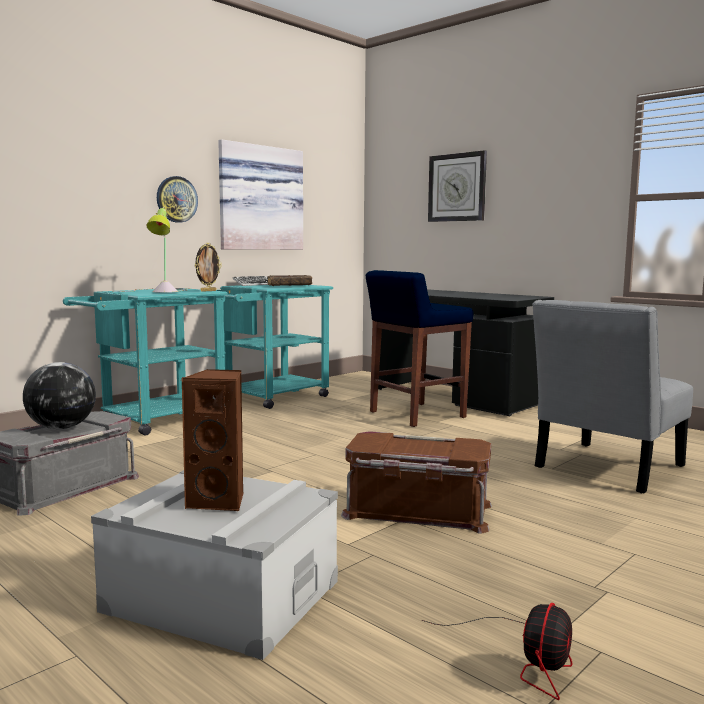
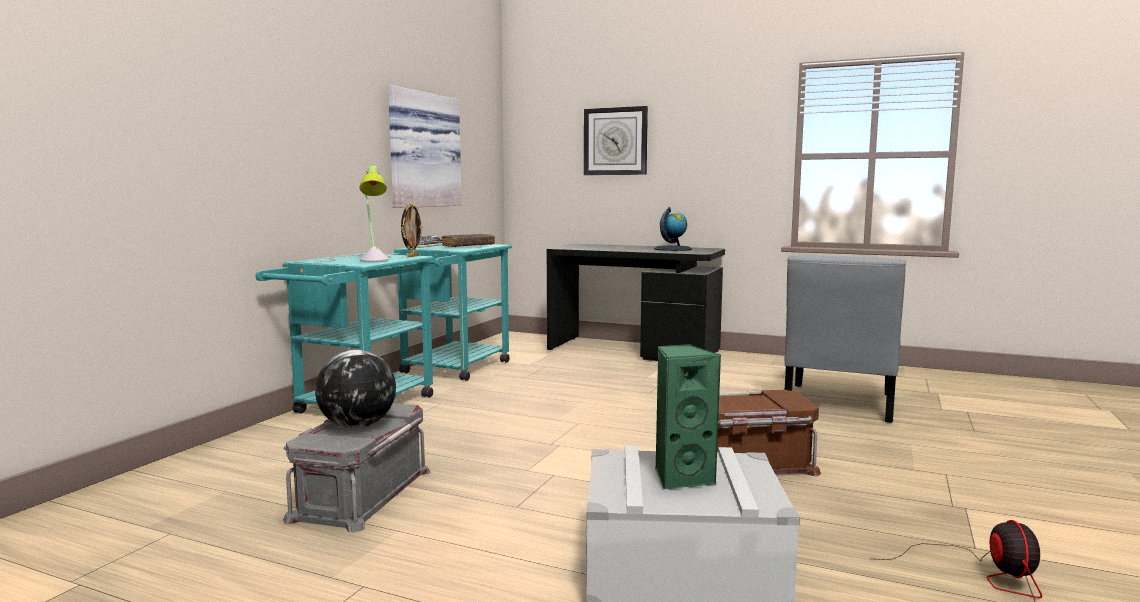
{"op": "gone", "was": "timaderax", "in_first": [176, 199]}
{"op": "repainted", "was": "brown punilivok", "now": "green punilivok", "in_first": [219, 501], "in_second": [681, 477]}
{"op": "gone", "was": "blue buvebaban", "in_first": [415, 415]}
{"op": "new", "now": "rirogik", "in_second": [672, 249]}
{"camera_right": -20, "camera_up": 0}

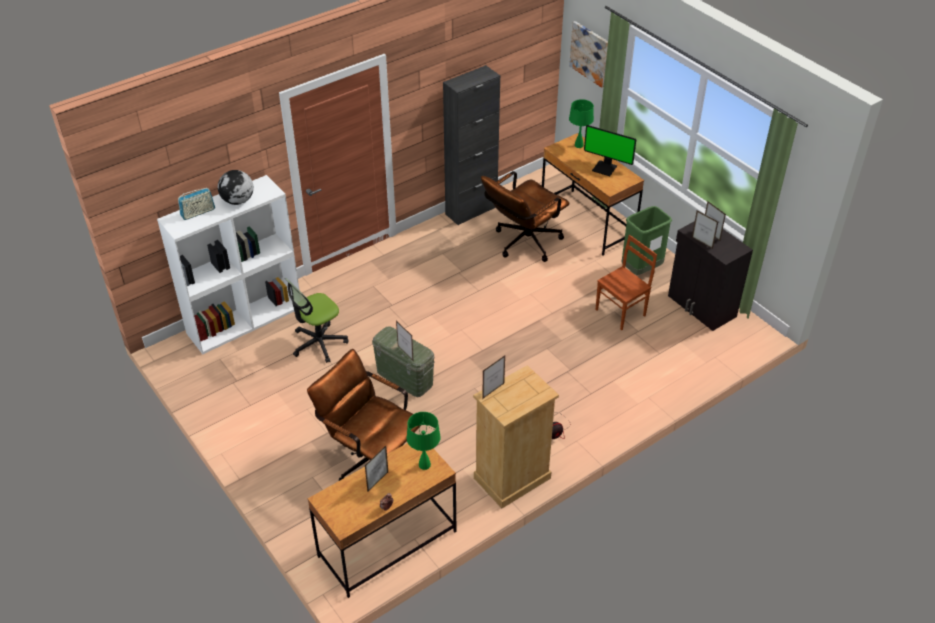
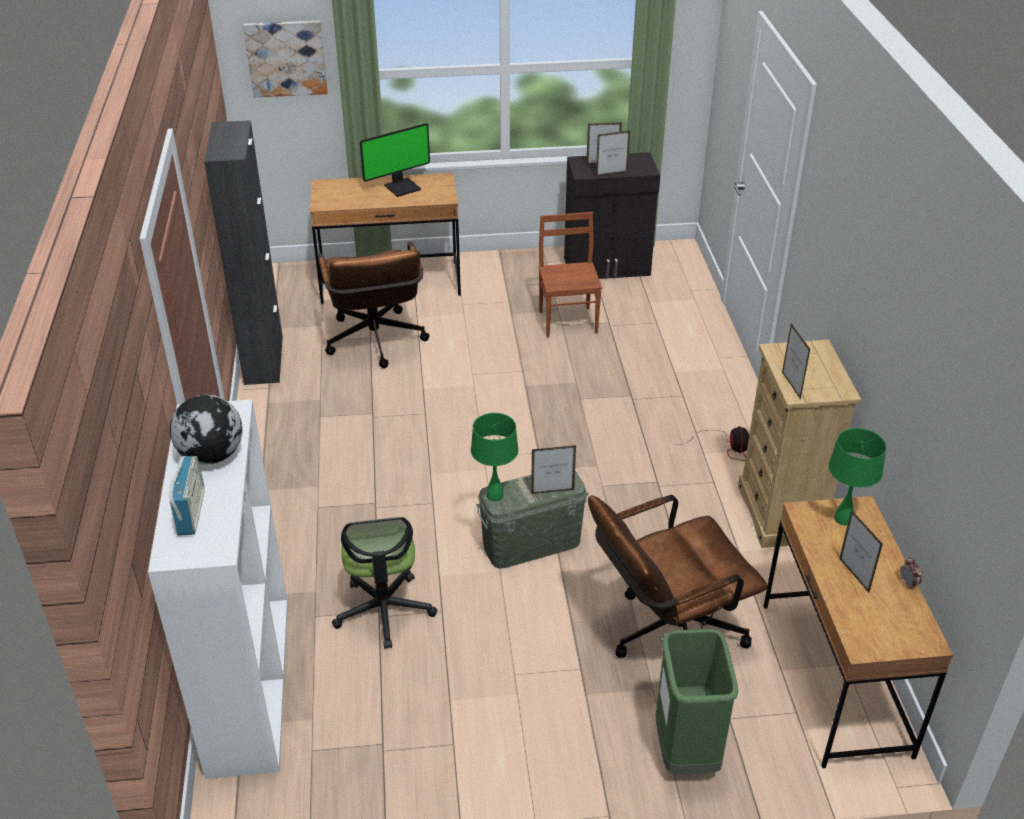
{"op": "shifted", "was": "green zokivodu", "in_first": [579, 145], "in_second": [495, 495]}
{"op": "shifted", "was": "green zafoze", "in_first": [641, 269], "in_second": [685, 752]}
{"camera_right": -60, "camera_up": -5}

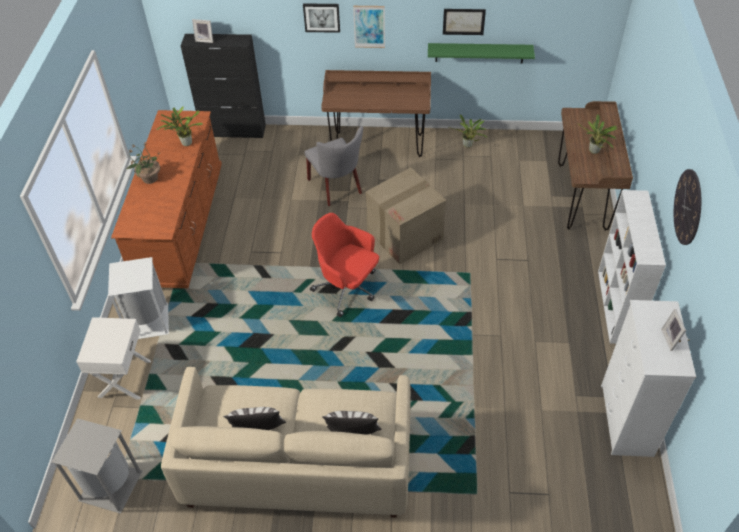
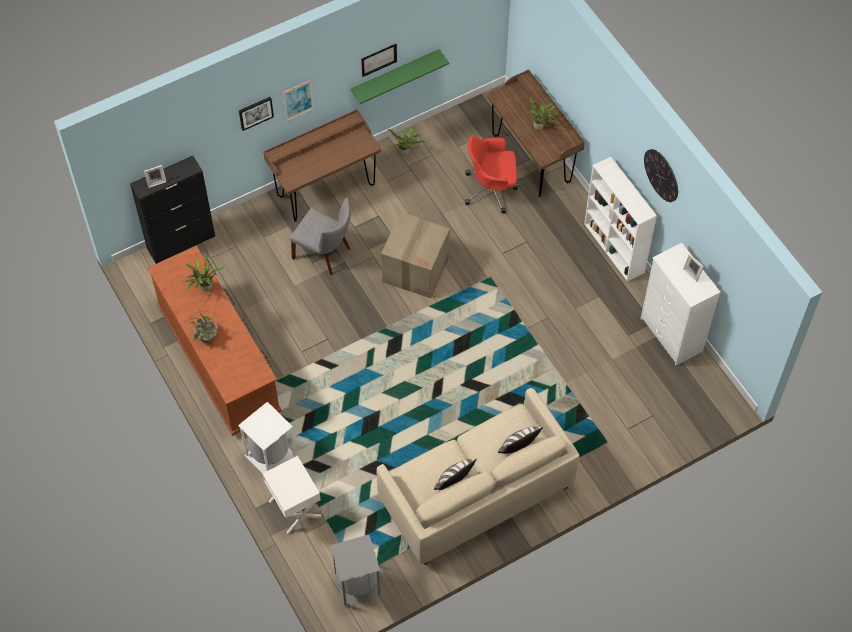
{"op": "shifted", "was": "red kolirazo", "in_first": [347, 289], "in_second": [491, 189]}
{"camera_right": -35, "camera_up": 10}

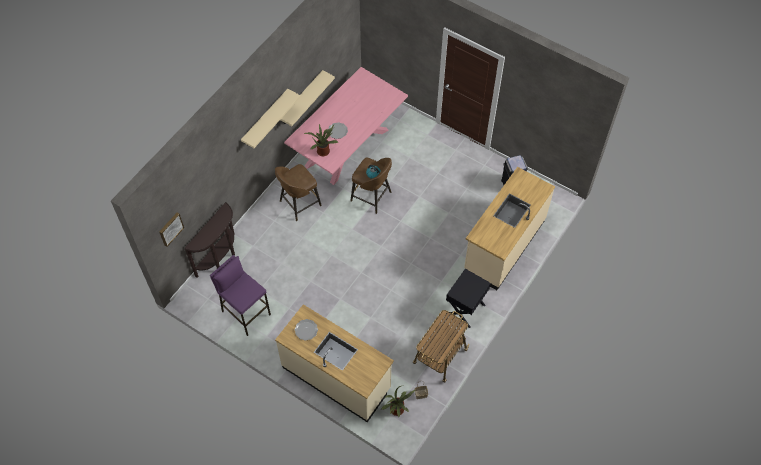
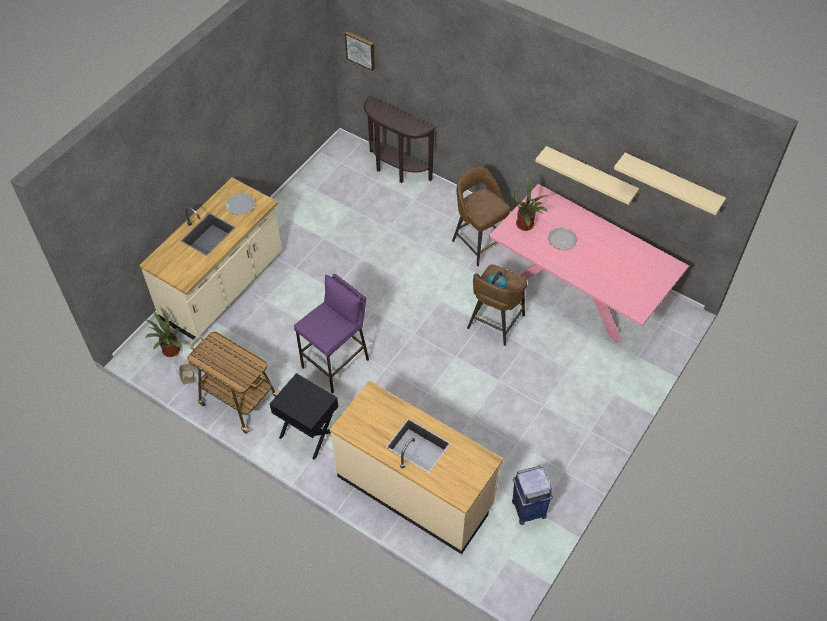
{"op": "shifted", "was": "purple buvebaban", "in_first": [246, 313], "in_second": [336, 364]}
{"op": "shifted", "was": "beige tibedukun", "in_first": [265, 118], "in_second": [672, 183]}
{"camera_right": 90, "camera_up": -5}

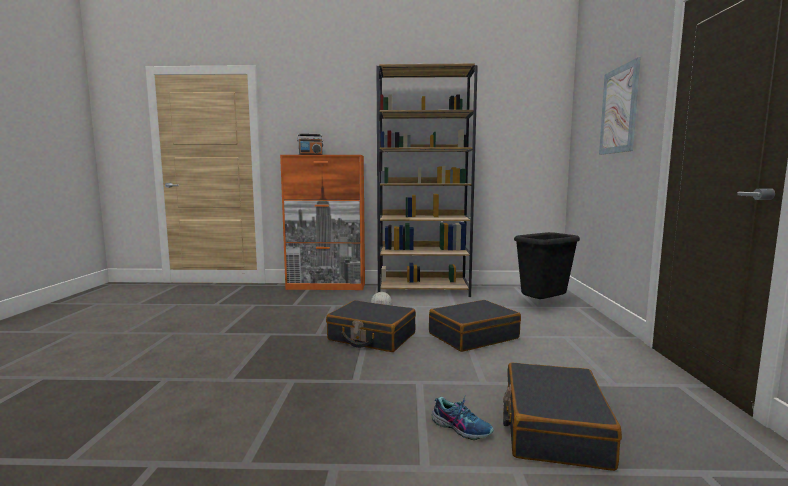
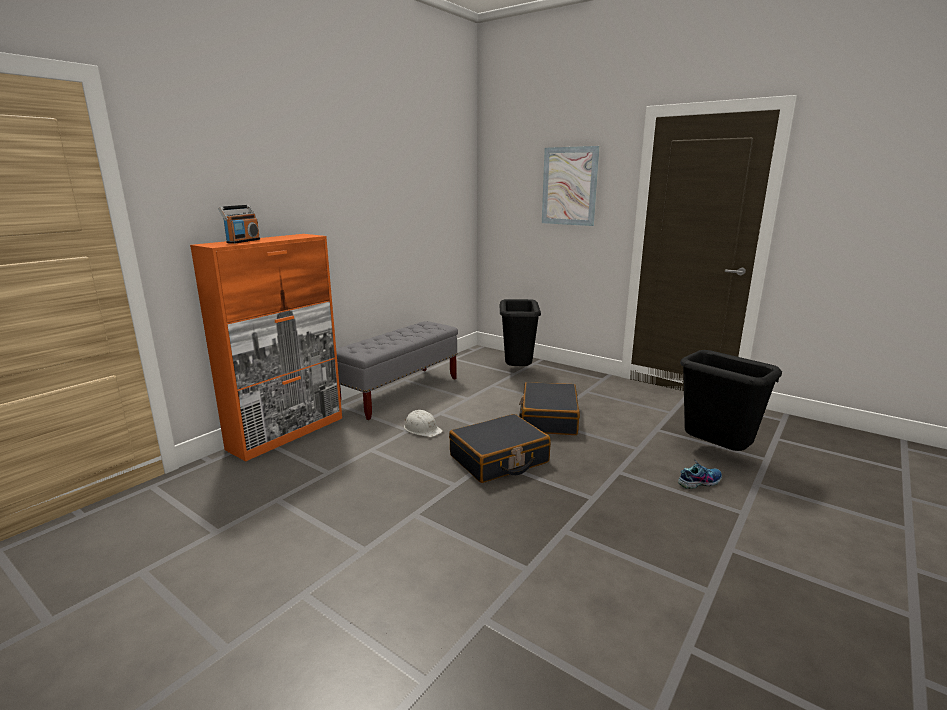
{"op": "swapped", "was": "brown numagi", "now": "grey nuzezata", "in_first": [423, 290], "in_second": [399, 392]}
{"op": "swapped", "was": "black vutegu", "now": "black zafoze", "in_first": [553, 428], "in_second": [716, 453]}
{"camera_right": -55, "camera_up": 10}

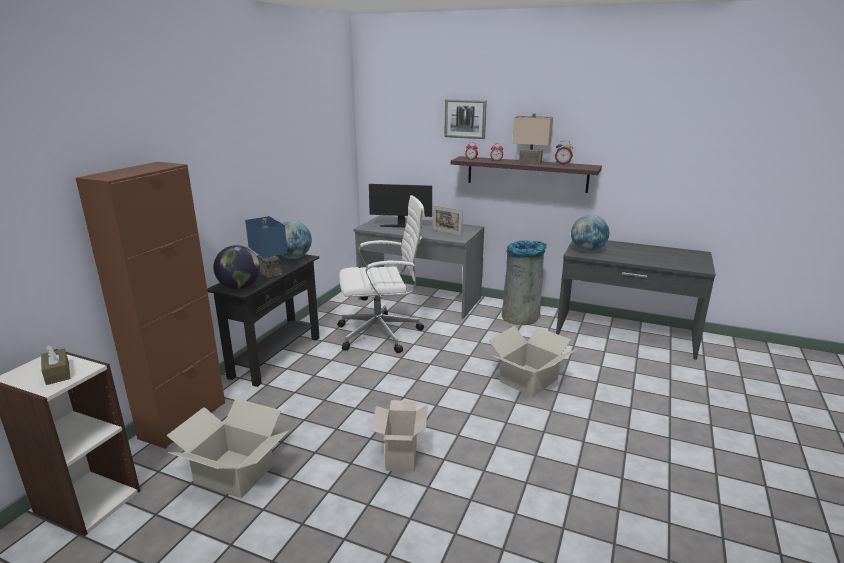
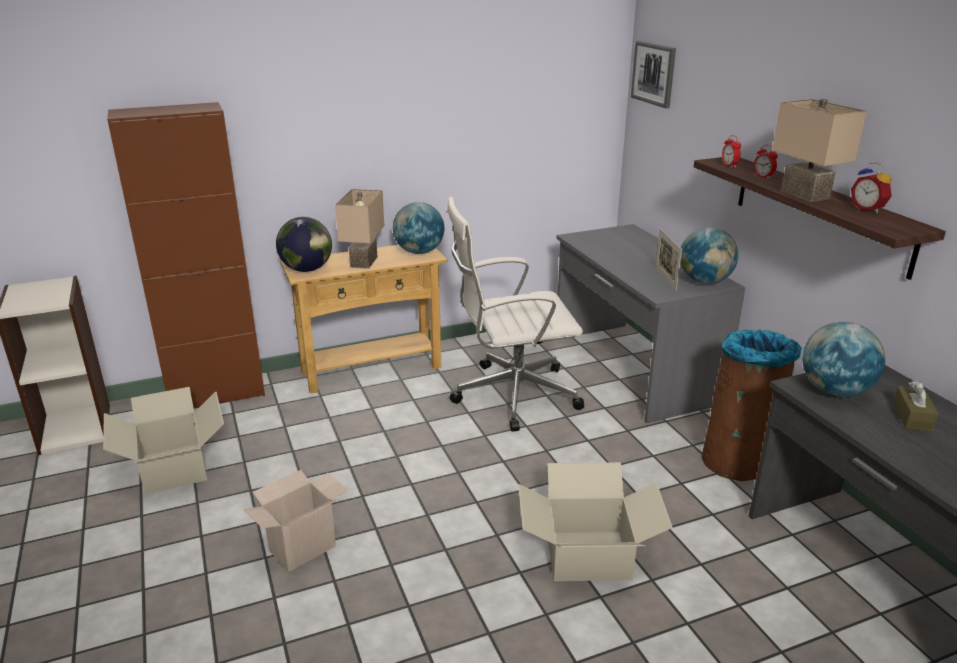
{"op": "shifted", "was": "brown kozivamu", "in_first": [57, 373], "in_second": [912, 417]}
{"op": "repainted", "was": "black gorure", "now": "beige gorure", "in_first": [276, 357], "in_second": [371, 369]}
{"op": "repainted", "was": "blue zokivodu", "now": "beige zokivodu", "in_first": [268, 272], "in_second": [362, 262]}
{"op": "rotated", "was": "white kolirazo", "in_first": [382, 334], "in_second": [512, 395], "clockwise": 135}
{"op": "gone", "was": "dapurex", "in_first": [401, 226]}
{"op": "shifted", "was": "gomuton", "in_first": [465, 118], "in_second": [654, 73]}
{"op": "repainted", "was": "grey zafoze", "now": "brown zafoze", "in_first": [521, 316], "in_second": [739, 461]}
{"op": "new", "now": "rirogik", "in_second": [704, 281]}
{"camera_right": 45, "camera_up": 5}

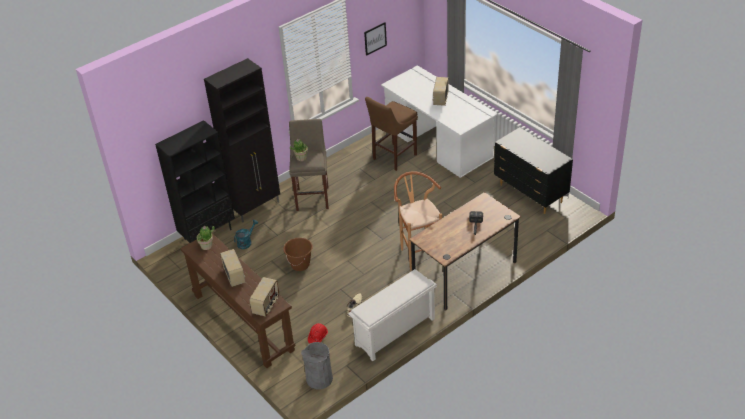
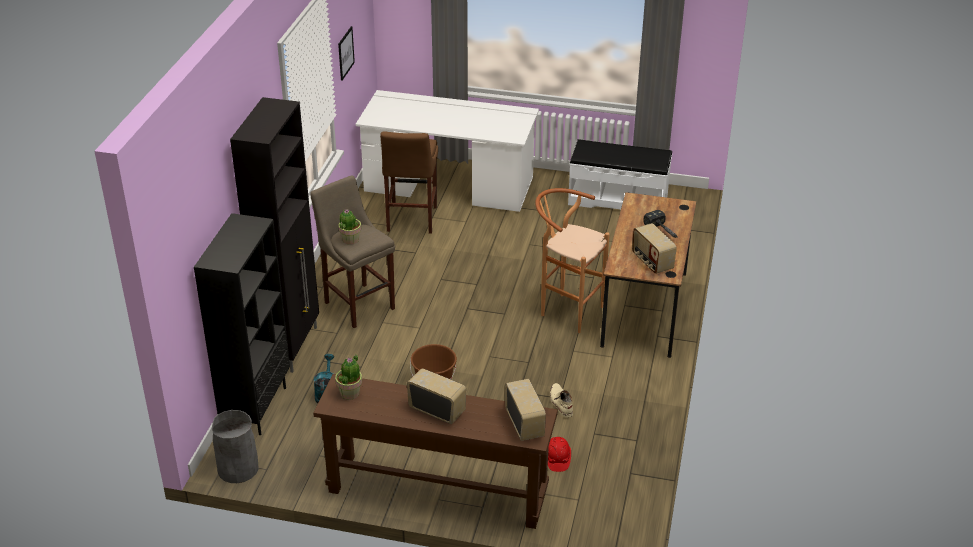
{"op": "shifted", "was": "grey zafoze", "in_first": [319, 378], "in_second": [238, 468]}
{"op": "gone", "was": "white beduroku", "in_first": [394, 332]}
{"op": "shifted", "was": "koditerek", "in_first": [440, 99], "in_second": [651, 262]}
{"op": "swapped", "was": "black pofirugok", "now": "white nuzezata", "in_first": [530, 194], "in_second": [618, 199]}
{"camera_right": -40, "camera_up": -5}

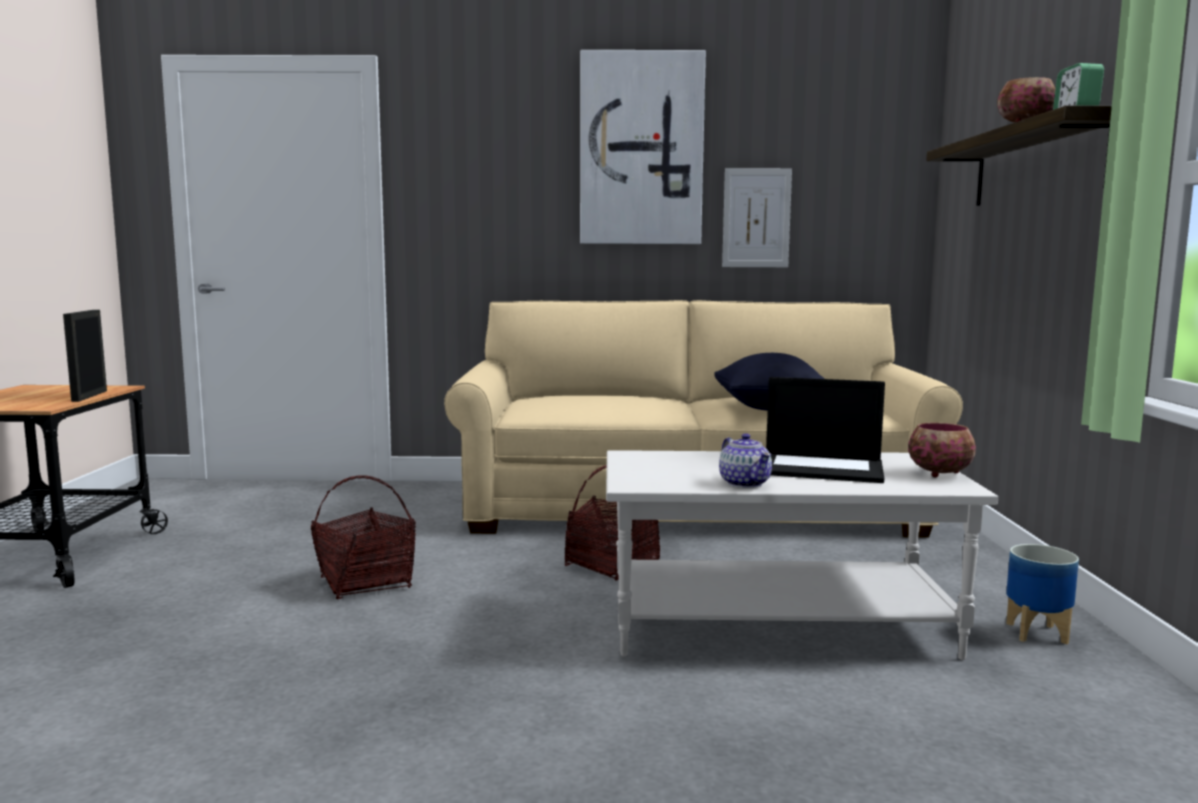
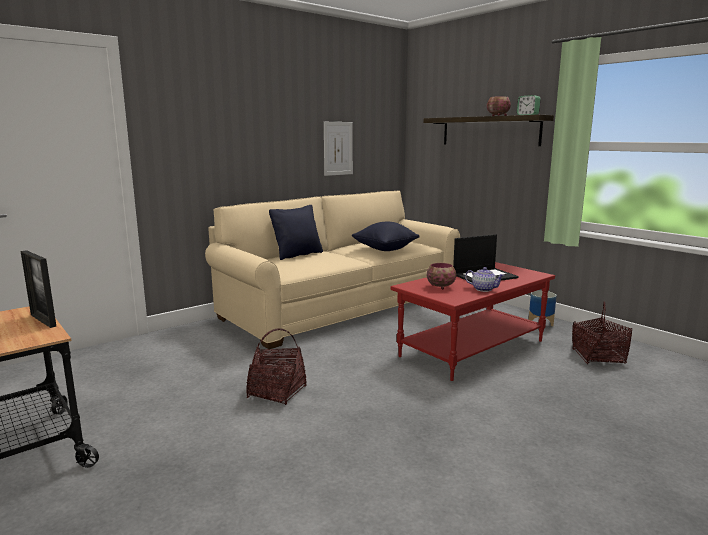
{"op": "shifted", "was": "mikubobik", "in_first": [613, 565], "in_second": [598, 356]}
{"op": "gone", "was": "gomuton", "in_first": [641, 149]}
{"op": "repainted", "was": "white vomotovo", "now": "red vomotovo", "in_first": [778, 623], "in_second": [471, 348]}
{"op": "shifted", "was": "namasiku", "in_first": [941, 474], "in_second": [441, 286]}
{"op": "new", "now": "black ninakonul", "in_second": [297, 255]}
{"camera_right": -40, "camera_up": 5}

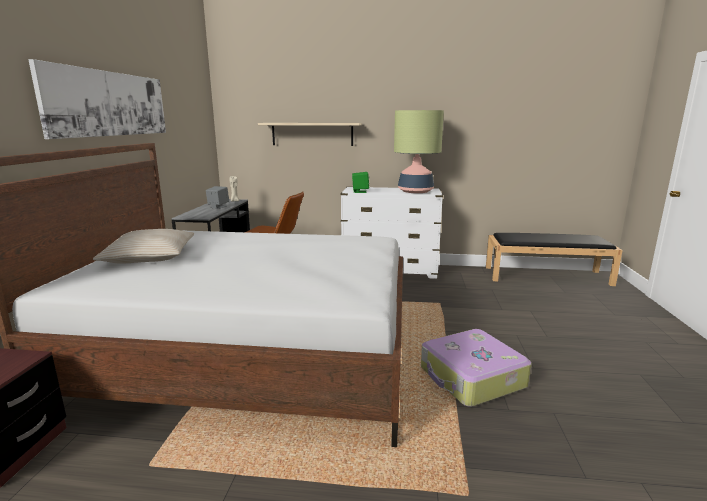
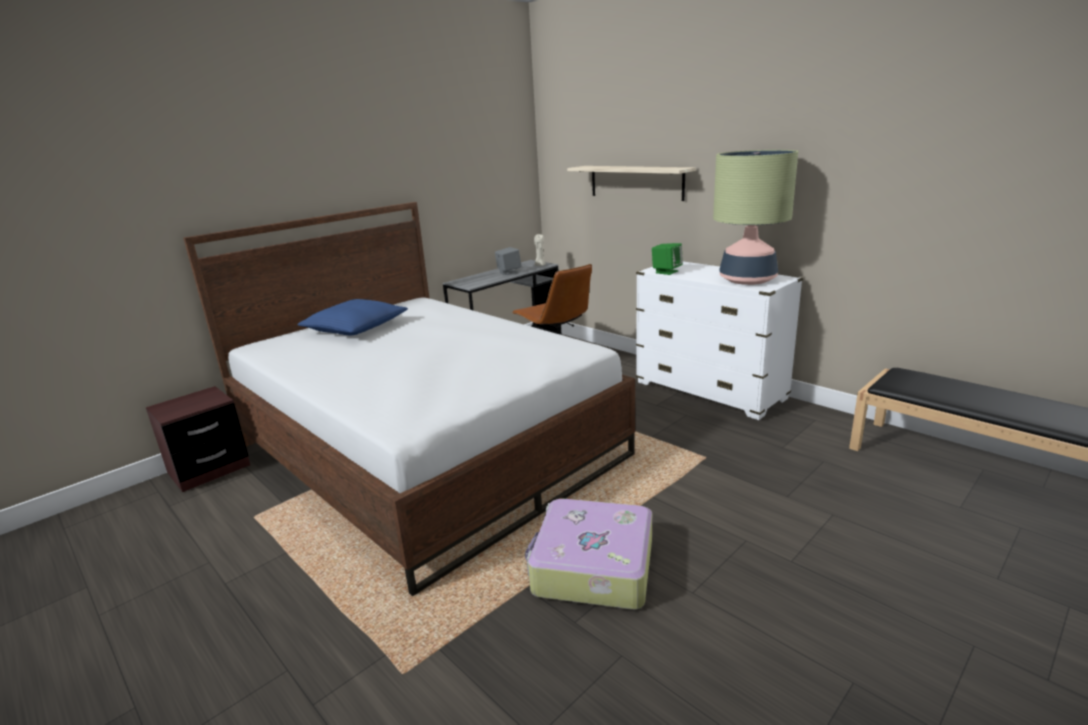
{"op": "gone", "was": "gomuton", "in_first": [110, 104]}
{"op": "repainted", "was": "beige ninakonul", "now": "blue ninakonul", "in_first": [149, 256], "in_second": [355, 328]}
{"camera_right": 40, "camera_up": 5}

